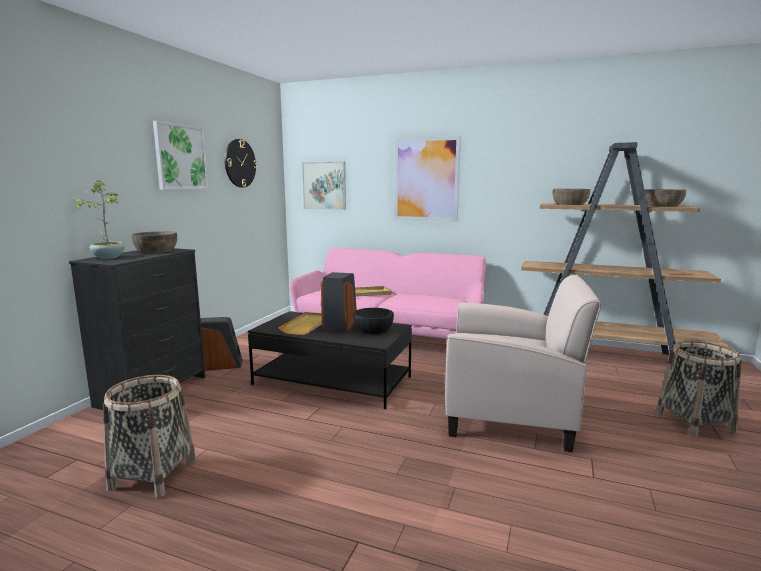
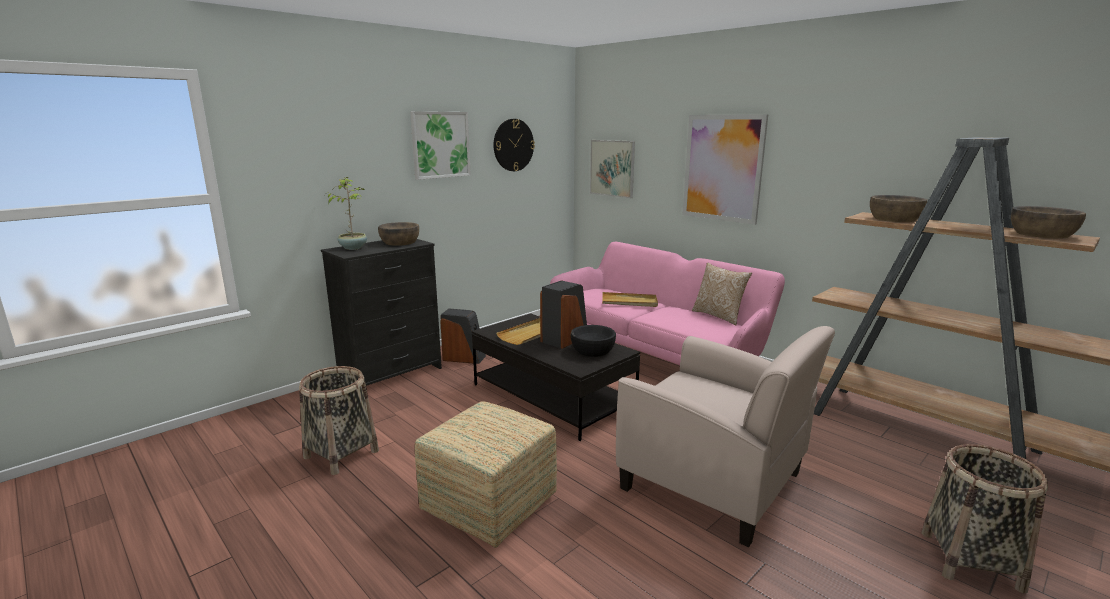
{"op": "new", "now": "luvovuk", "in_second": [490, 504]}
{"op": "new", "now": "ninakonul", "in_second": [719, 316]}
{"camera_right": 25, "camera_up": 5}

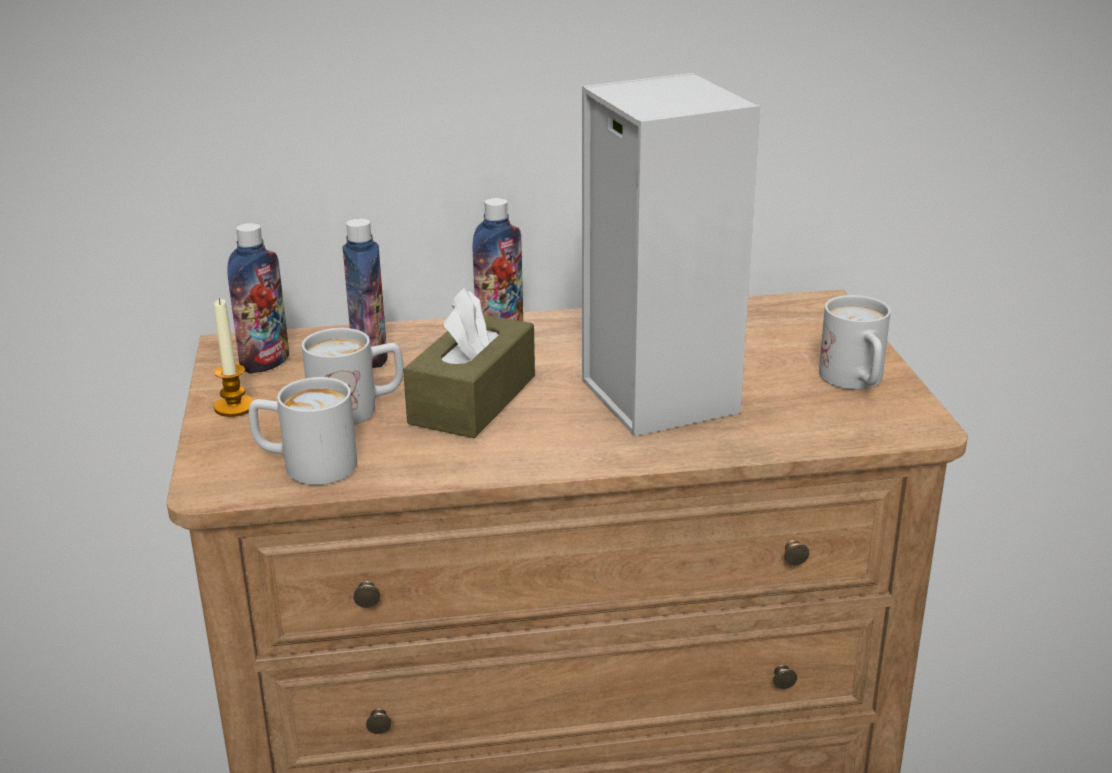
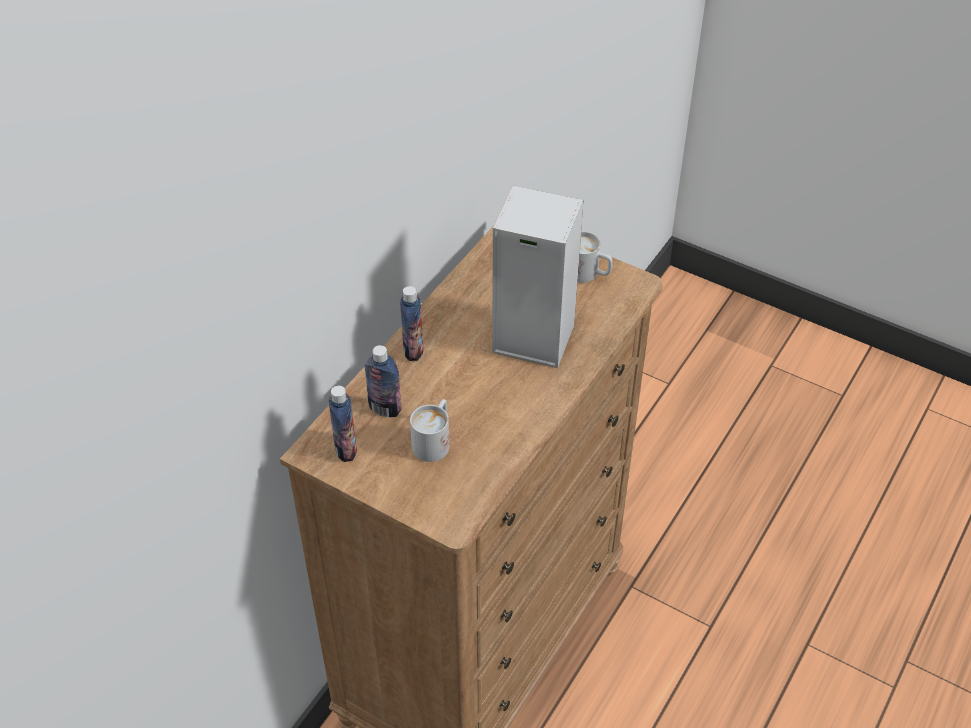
{"op": "gone", "was": "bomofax", "in_first": [234, 407]}
{"op": "gone", "was": "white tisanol", "in_first": [305, 465]}
{"op": "gone", "was": "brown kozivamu", "in_first": [473, 399]}
{"camera_right": -50, "camera_up": 20}

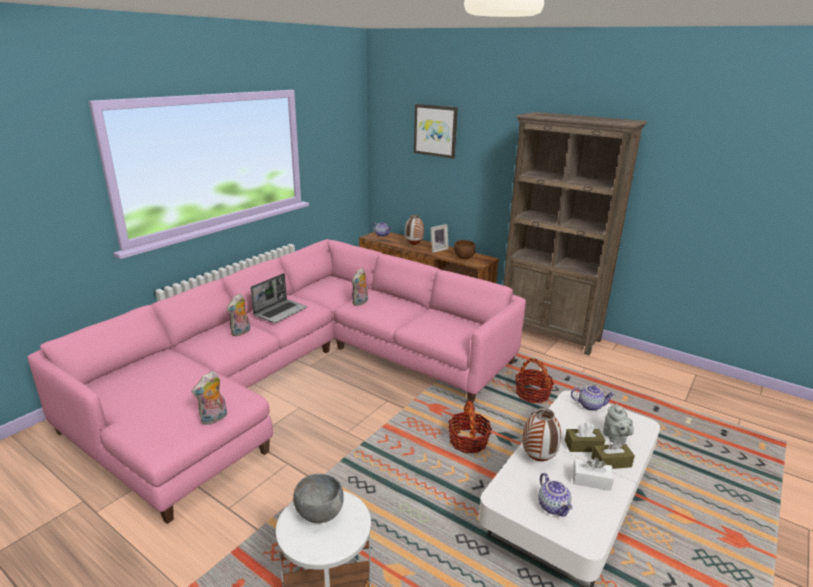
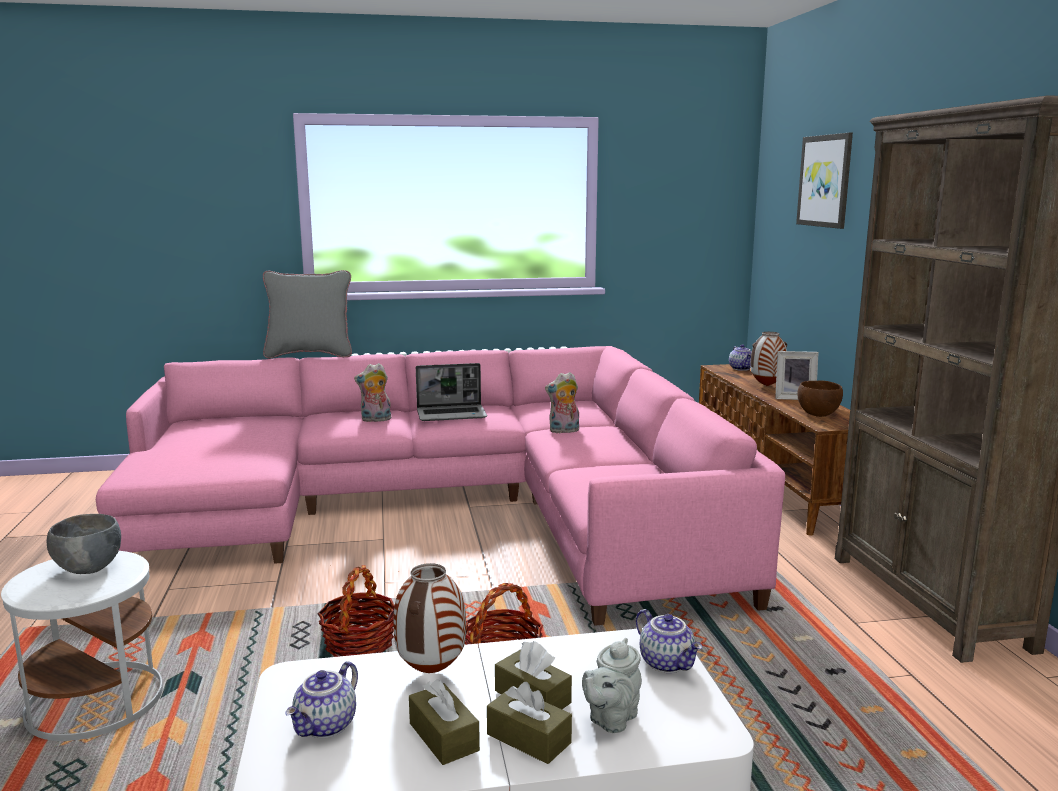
{"op": "gone", "was": "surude", "in_first": [214, 419]}
{"op": "shifted", "was": "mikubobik", "in_first": [532, 394], "in_second": [359, 643]}
{"op": "repainted", "was": "white kozivamu", "now": "brown kozivamu", "in_first": [591, 481], "in_second": [443, 737]}
{"op": "new", "now": "grey ninakonul", "in_second": [310, 355]}
{"camera_right": 45, "camera_up": -10}

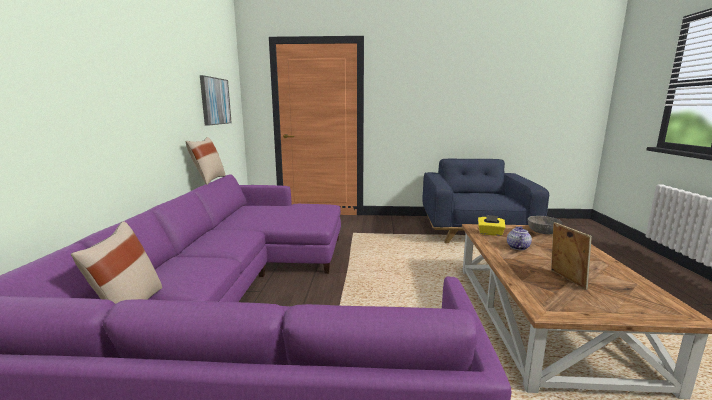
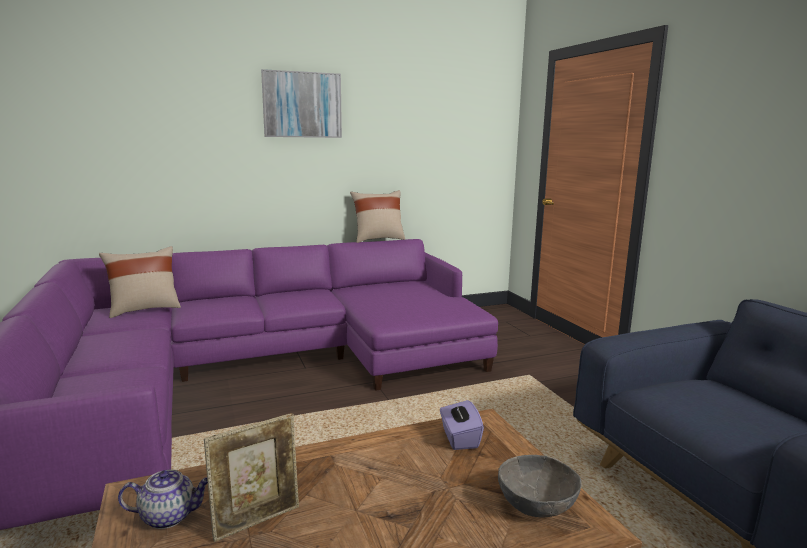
{"op": "shifted", "was": "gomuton", "in_first": [215, 101], "in_second": [302, 105]}
{"op": "repainted", "was": "yellow kozivamu", "now": "purple kozivamu", "in_first": [490, 233], "in_second": [459, 438]}
{"op": "shifted", "was": "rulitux", "in_first": [517, 247], "in_second": [169, 516]}
{"camera_right": 65, "camera_up": 0}

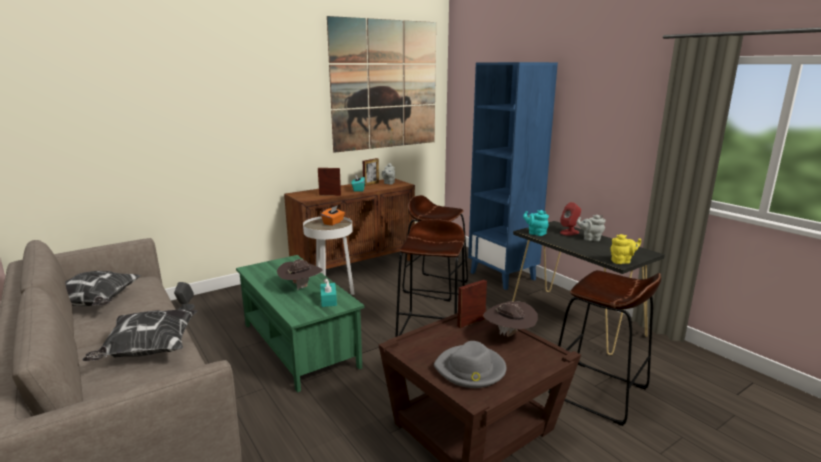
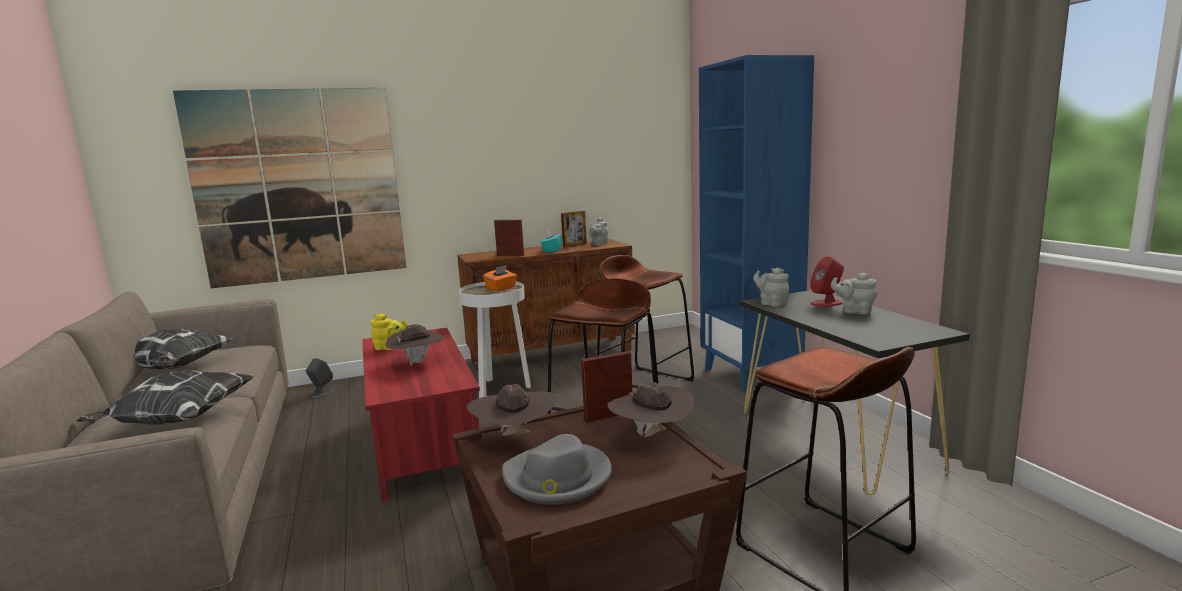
{"op": "repainted", "was": "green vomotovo", "now": "red vomotovo", "in_first": [298, 345], "in_second": [422, 444]}
{"op": "gone", "was": "turquoise kozivamu", "in_first": [328, 300]}
{"op": "shifted", "was": "gomuton", "in_first": [385, 85], "in_second": [299, 186]}
{"op": "repainted", "was": "turquoise rulitux", "now": "grey rulitux", "in_first": [535, 233], "in_second": [772, 303]}
{"op": "shifted", "was": "yellow rulitux", "in_first": [622, 261], "in_second": [390, 348]}
{"op": "new", "now": "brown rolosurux", "in_second": [515, 437]}
{"camera_right": 15, "camera_up": -5}

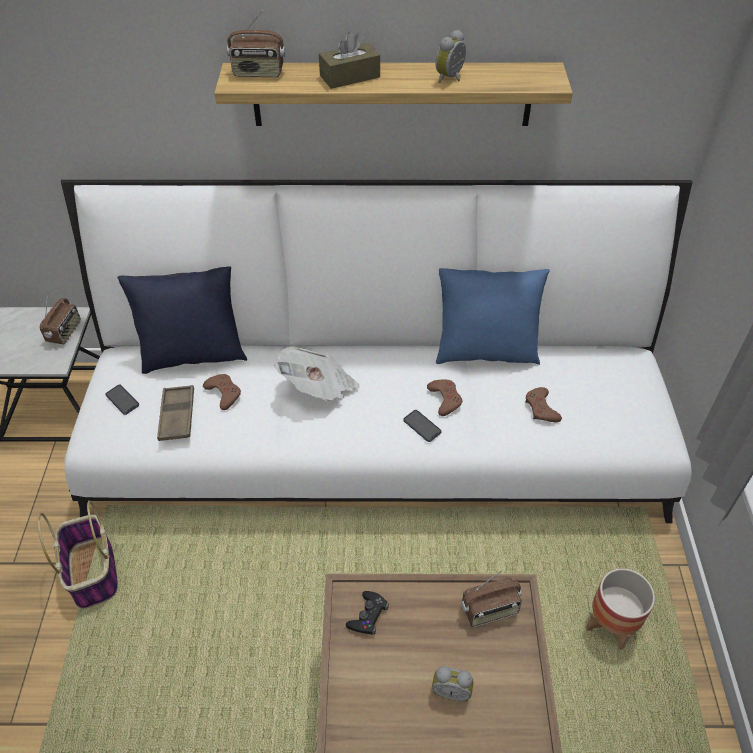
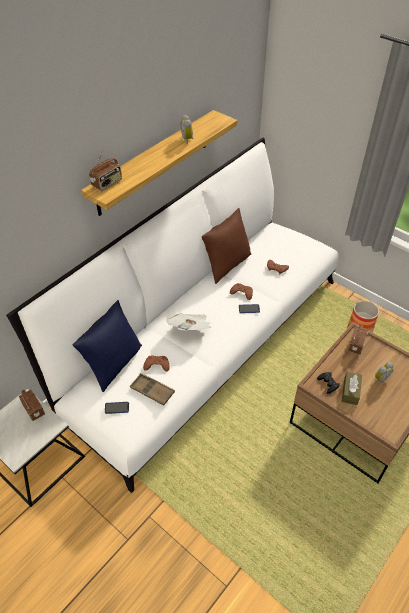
{"op": "gone", "was": "mikubobik", "in_first": [94, 573]}
{"op": "shifted", "was": "brown kozivamu", "in_first": [350, 76], "in_second": [350, 391]}
{"op": "repainted", "was": "blue ninakonul", "now": "brown ninakonul", "in_first": [485, 352], "in_second": [226, 265]}
{"camera_right": -50, "camera_up": 0}

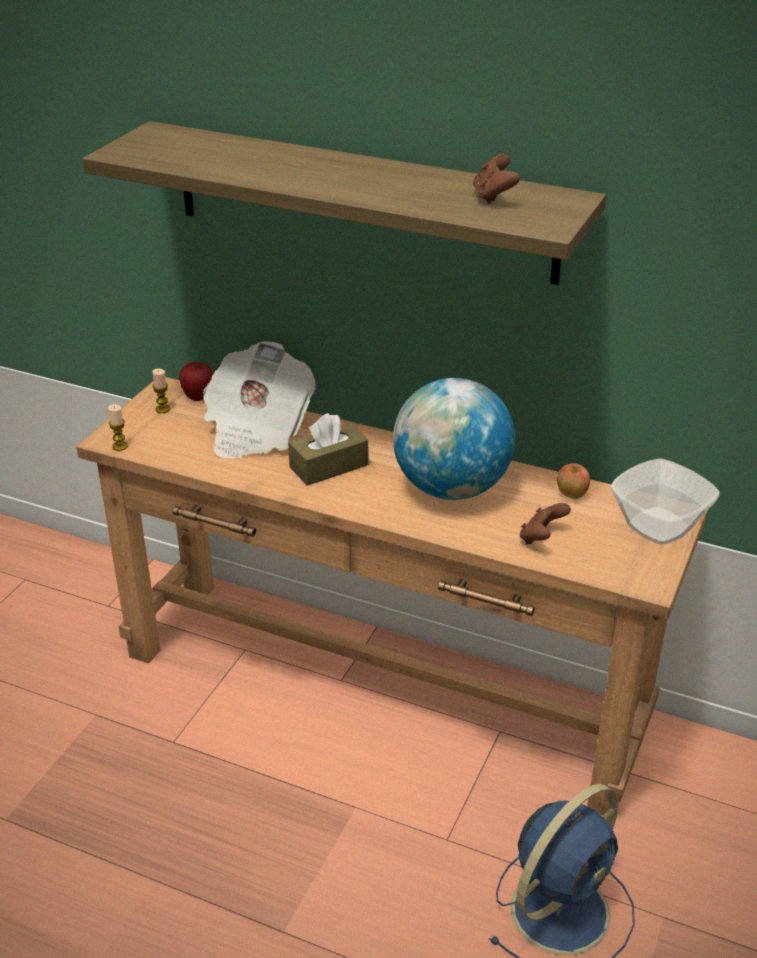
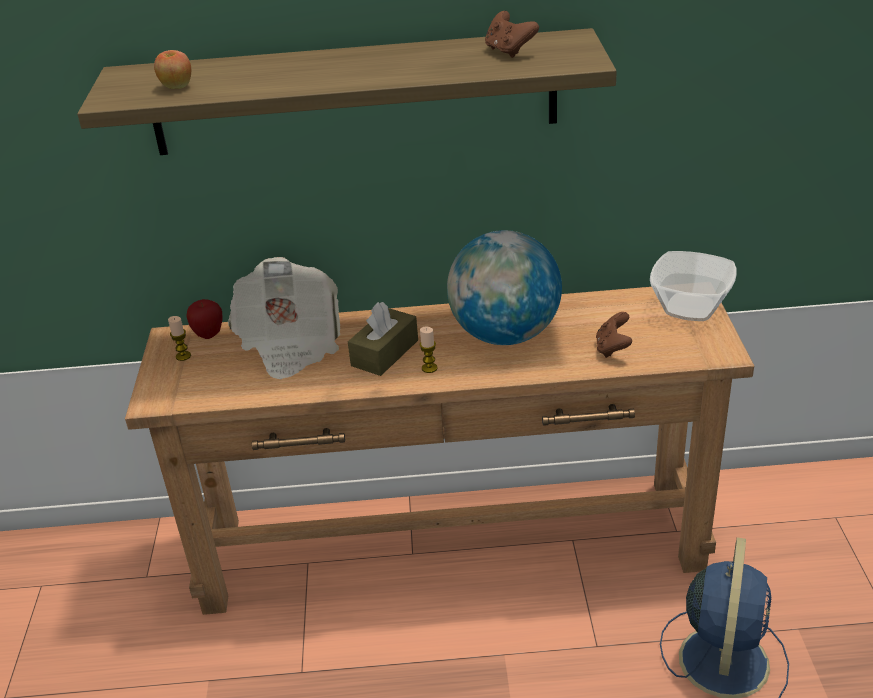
{"op": "shifted", "was": "bomofax", "in_first": [120, 446], "in_second": [429, 368]}
{"op": "shifted", "was": "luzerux", "in_first": [571, 495], "in_second": [176, 87]}
{"camera_right": -25, "camera_up": 0}

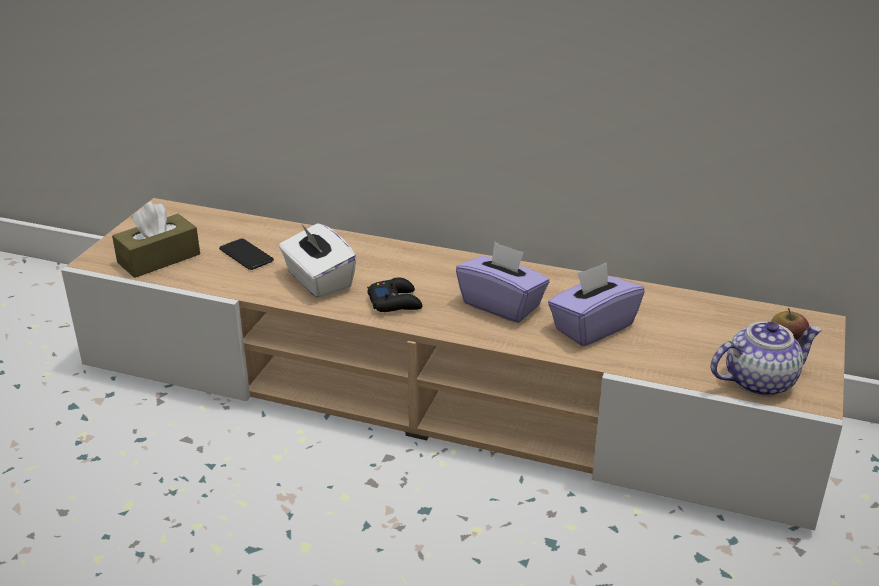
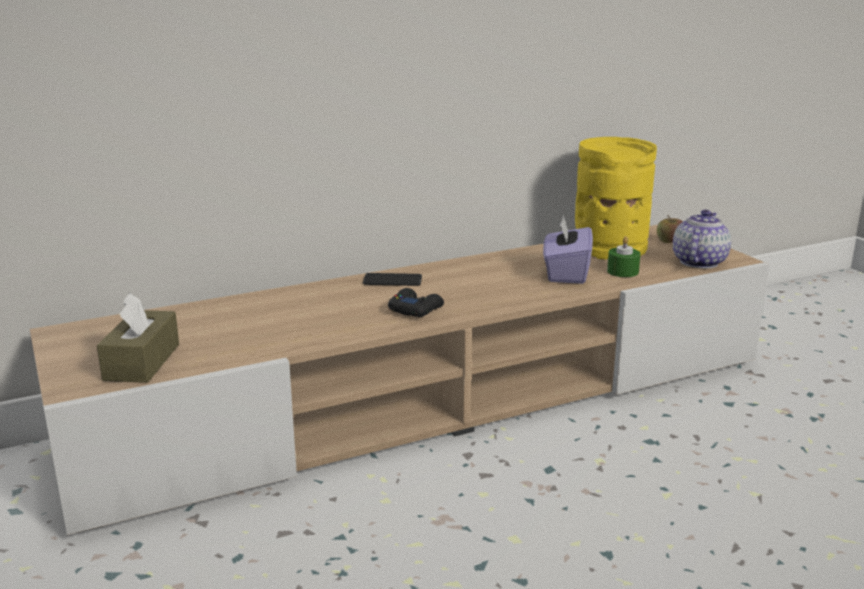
{"op": "shifted", "was": "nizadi", "in_first": [246, 255], "in_second": [392, 281]}
{"op": "gone", "was": "white kozivamu", "in_first": [318, 281]}
{"op": "gone", "was": "purple kozivamu", "in_first": [502, 305]}
{"op": "new", "now": "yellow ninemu", "in_second": [610, 247]}
{"op": "new", "now": "green bomofax", "in_second": [622, 271]}
{"camera_right": -45, "camera_up": -10}

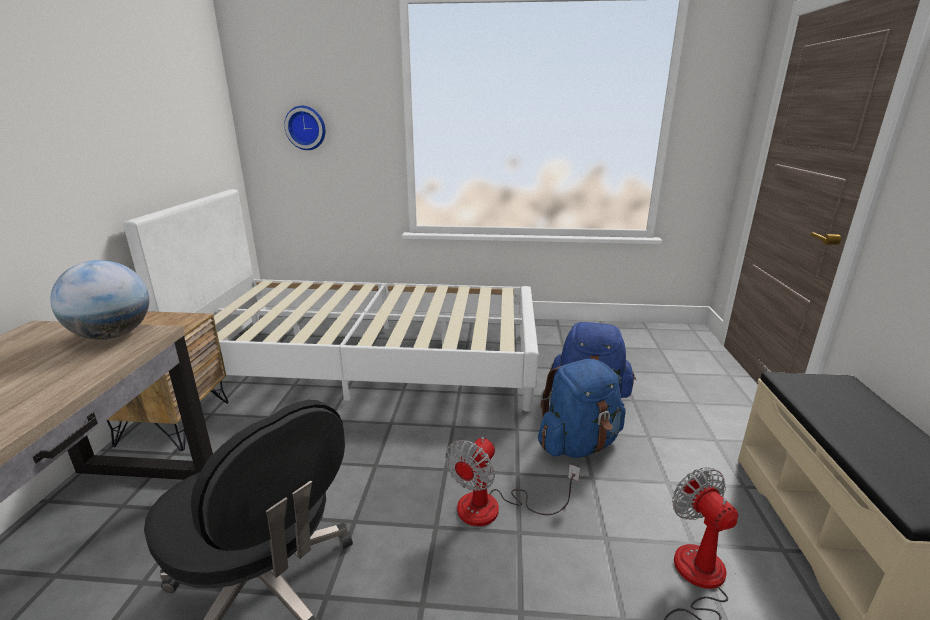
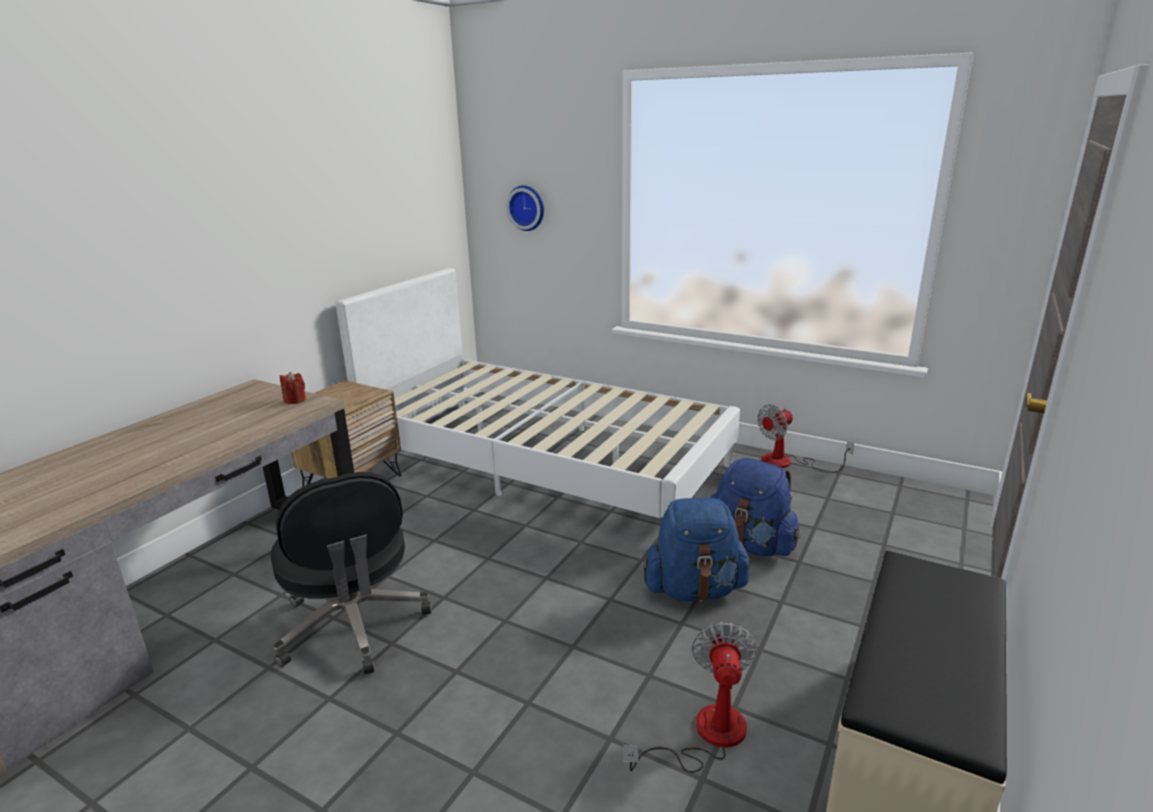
{"op": "swapped", "was": "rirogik", "now": "red bomofax", "in_first": [113, 335], "in_second": [295, 400]}
{"op": "shifted", "was": "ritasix", "in_first": [494, 508], "in_second": [787, 463]}
{"camera_right": 25, "camera_up": 0}

